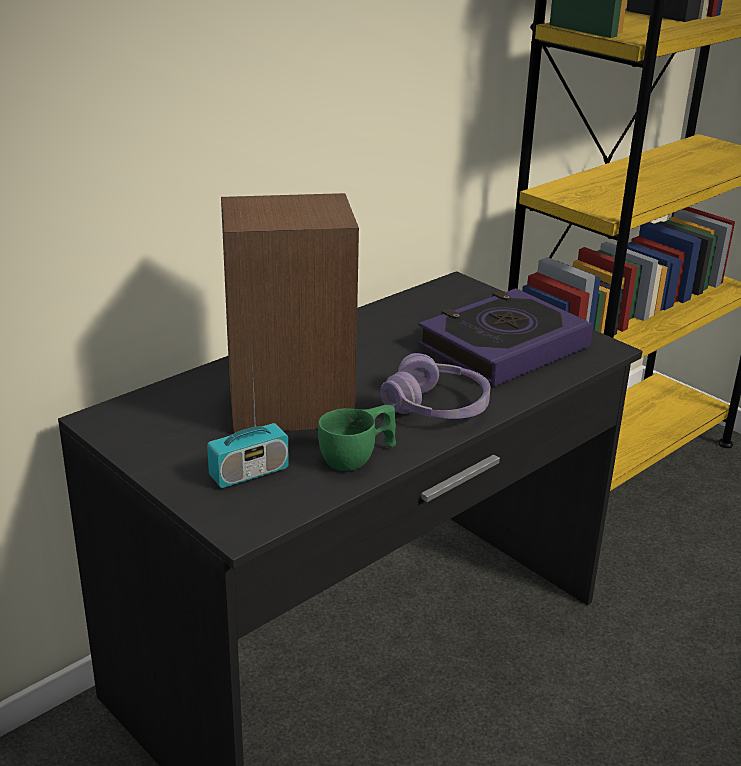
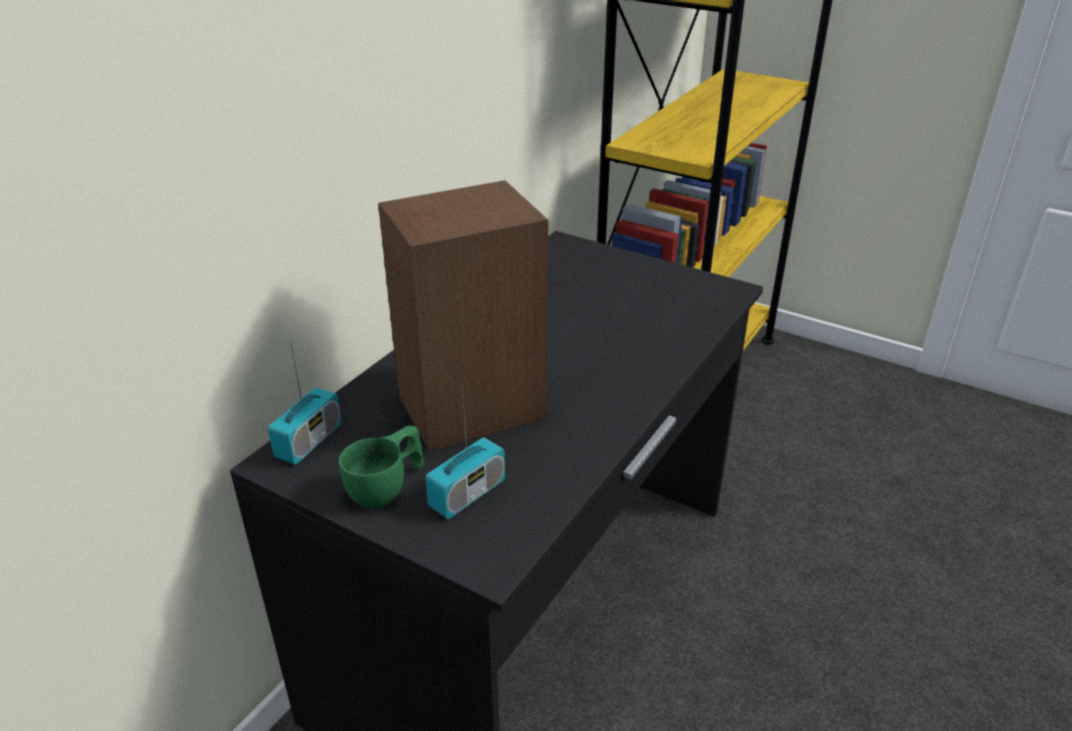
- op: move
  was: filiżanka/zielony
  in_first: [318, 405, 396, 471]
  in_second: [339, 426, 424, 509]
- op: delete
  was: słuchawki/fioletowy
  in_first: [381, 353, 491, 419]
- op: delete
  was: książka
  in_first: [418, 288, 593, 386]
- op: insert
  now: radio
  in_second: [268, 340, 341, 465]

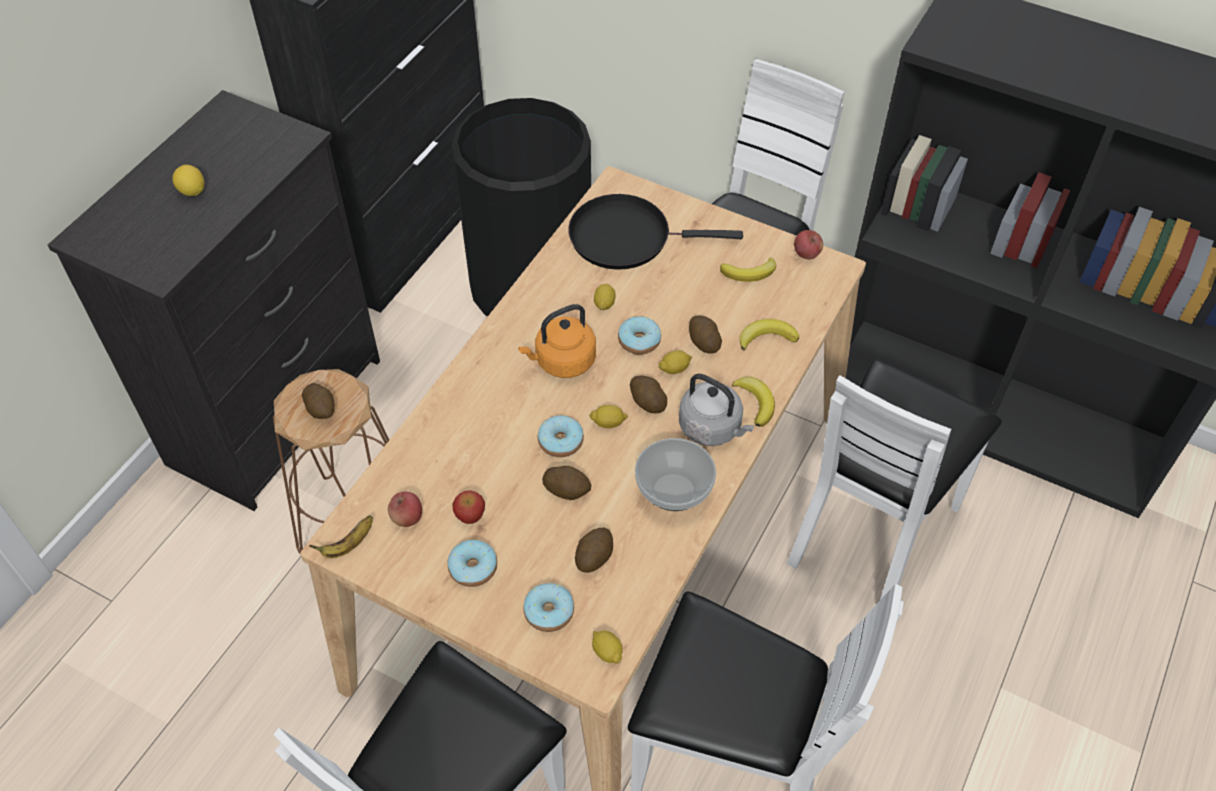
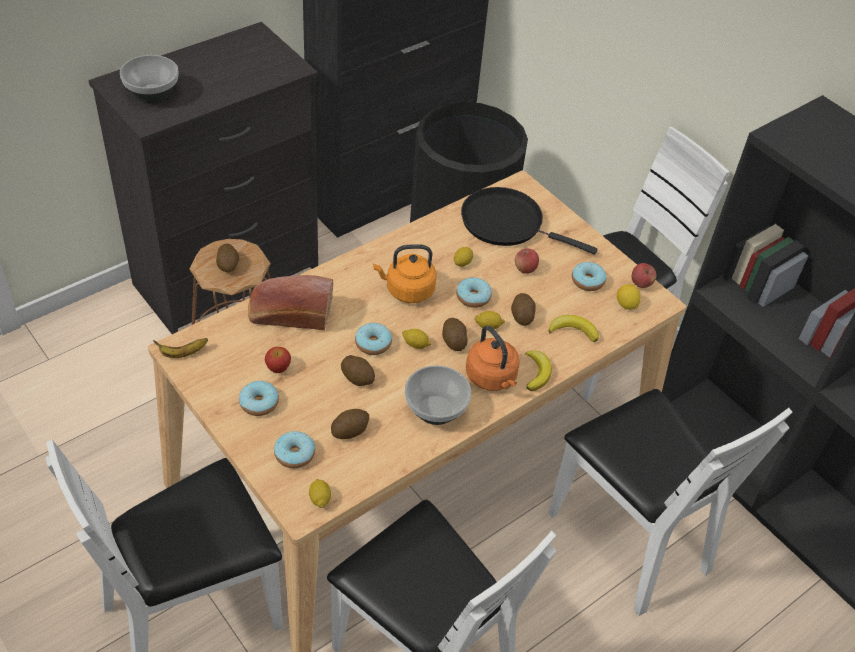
- op: move
  was: cytryna
  in_first: [172, 165, 204, 196]
  in_second: [617, 284, 641, 310]
- op: move
  was: jabłko
  in_first: [388, 492, 422, 527]
  in_second: [515, 249, 539, 274]
- op: recolor
  was: czajnik/szary
  now: czajnik/pomarańczowy
  in_first: [679, 374, 754, 446]
  in_second: [466, 325, 520, 391]
- op: replace
  was: banan
  now: donut
  in_first: [720, 258, 776, 282]
  in_second: [572, 262, 607, 291]
- op: rotate
  was: krzesło/biały
  in_first: [787, 359, 1002, 600]
  in_second: [548, 389, 793, 616]
  clockwise: -90
- op: insert
  now: miska
  in_second: [120, 55, 179, 103]
- op: insert
  now: chleb
  in_second: [248, 275, 333, 330]

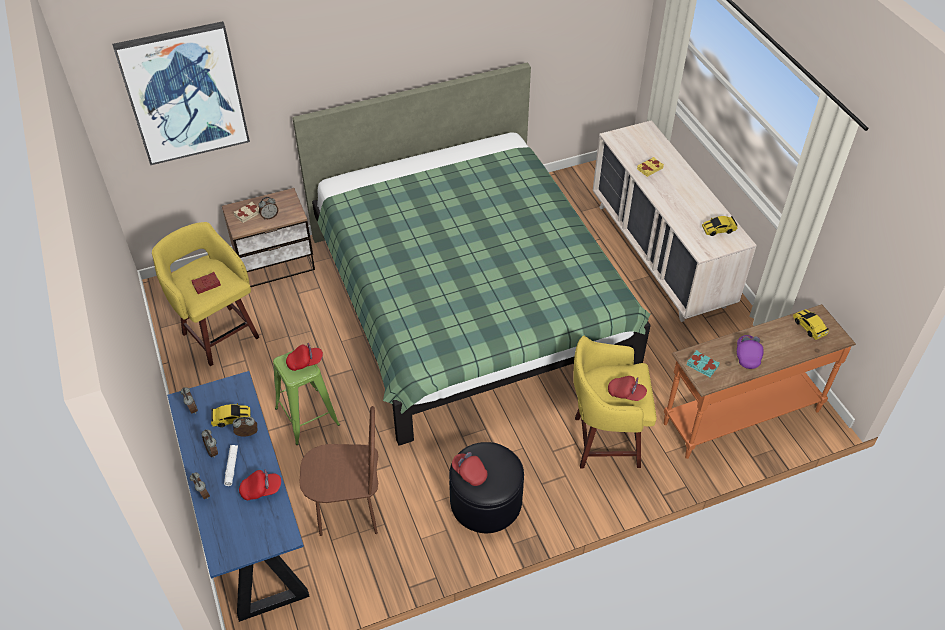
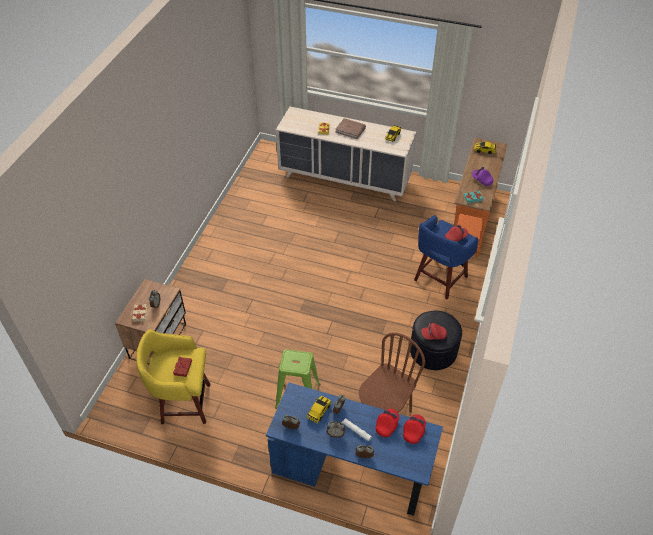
- op: delete
  was: obraz
  in_first: [112, 21, 250, 165]
- op: move
  was: czapka z daszkiem/czerwony
  in_first: [286, 343, 323, 371]
  in_second: [403, 414, 426, 444]
- op: delete
  was: łóżko/zielony
  in_first: [292, 63, 651, 446]
- op: recolor
  was: stołek/żółty
  now: stołek/niebieski
  in_first: [573, 336, 656, 469]
  in_second: [414, 215, 479, 299]
- op: insert
  now: książka/brązowy
  in_second: [335, 118, 366, 139]

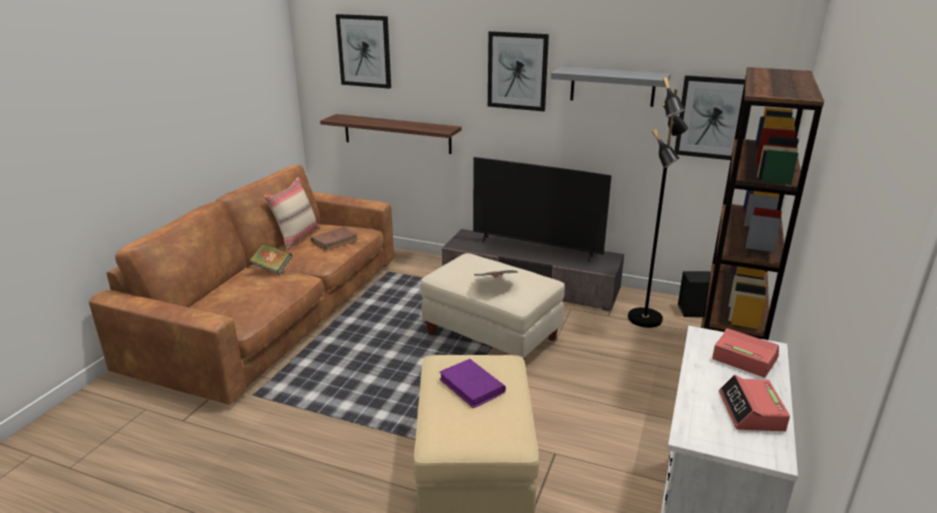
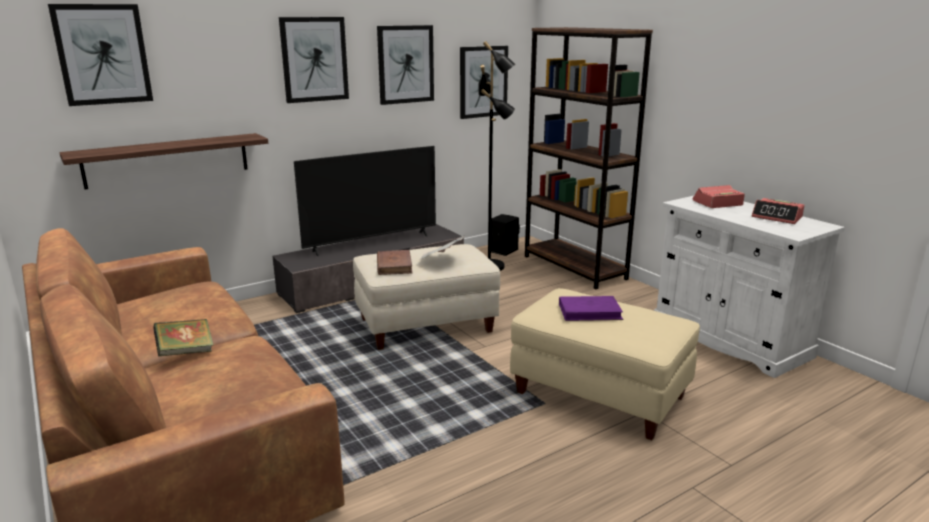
- op: delete
  was: poduszka/beżowy
  in_first: [264, 177, 320, 250]
- op: move
  was: książka/brązowy
  in_first: [311, 227, 359, 251]
  in_second: [377, 250, 412, 275]
- op: replace
  was: półka/szary
  now: obraz
  in_first: [551, 66, 670, 107]
  in_second: [377, 25, 434, 105]

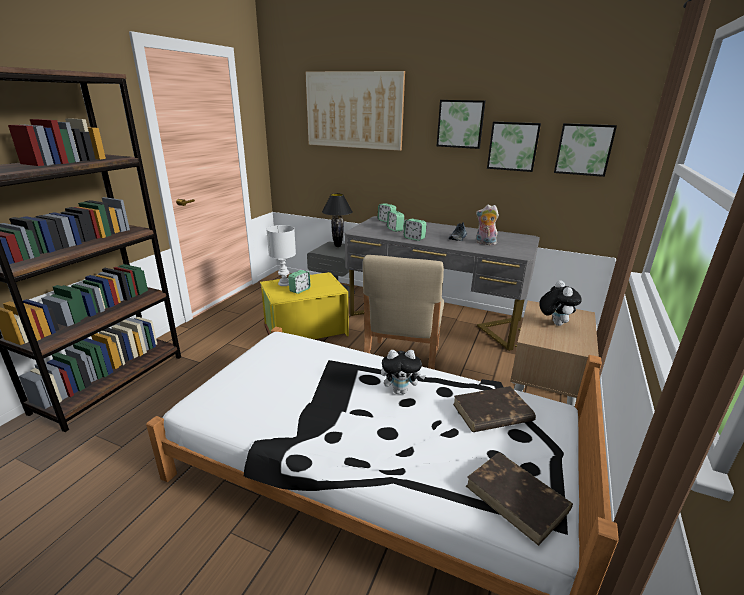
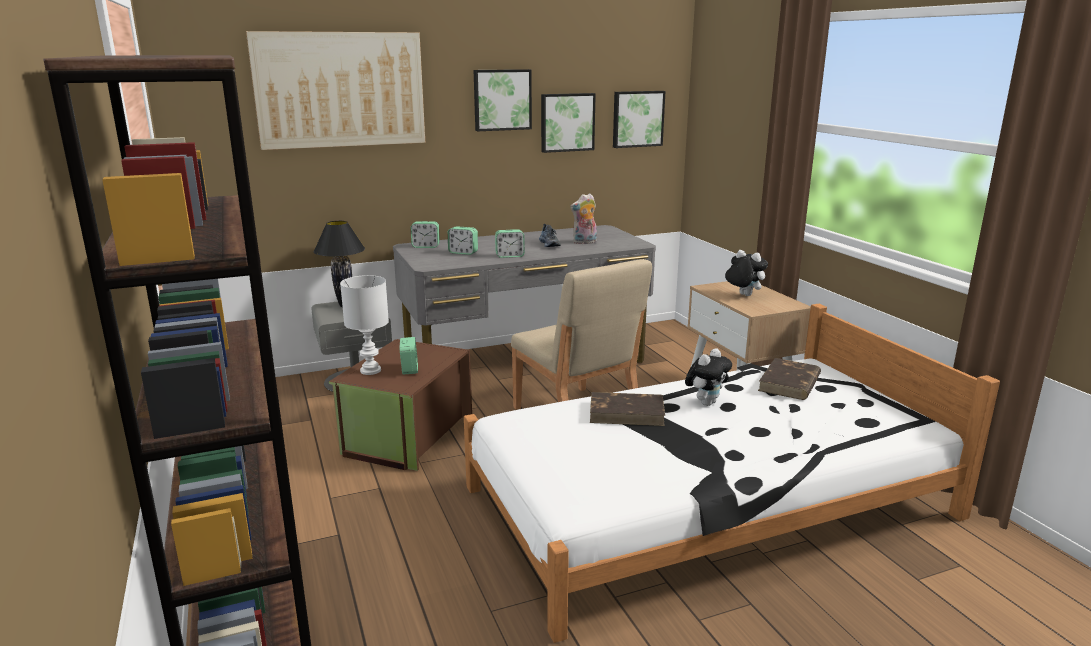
- op: recolor
  was: pojemnik do przechowywania/żółty
  now: pojemnik do przechowywania/brązowy
  in_first: [260, 272, 349, 339]
  in_second: [329, 339, 472, 471]
- op: move
  was: książka/brązowy
  in_first: [466, 452, 573, 546]
  in_second: [590, 392, 665, 426]

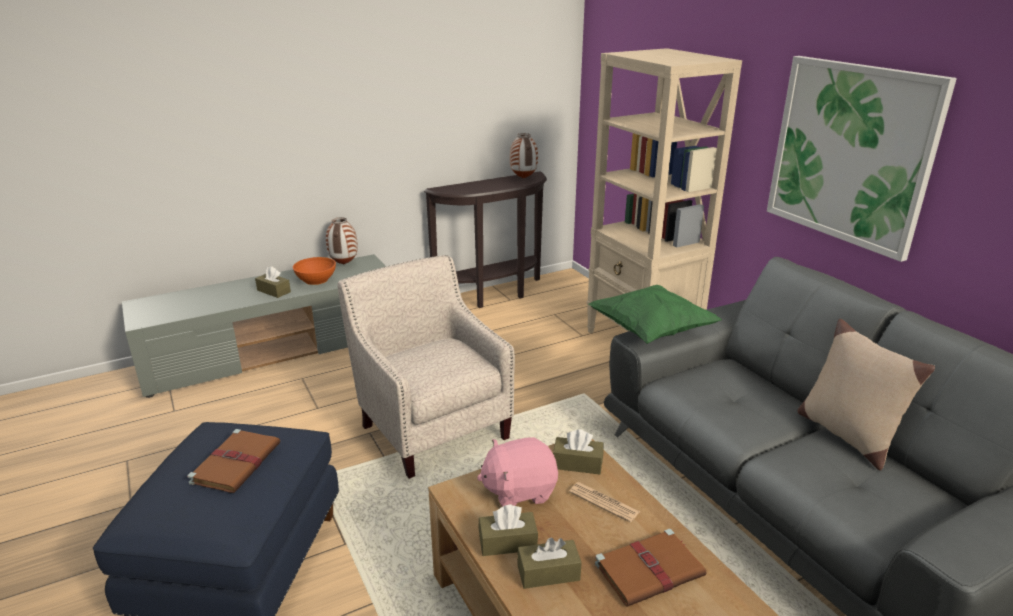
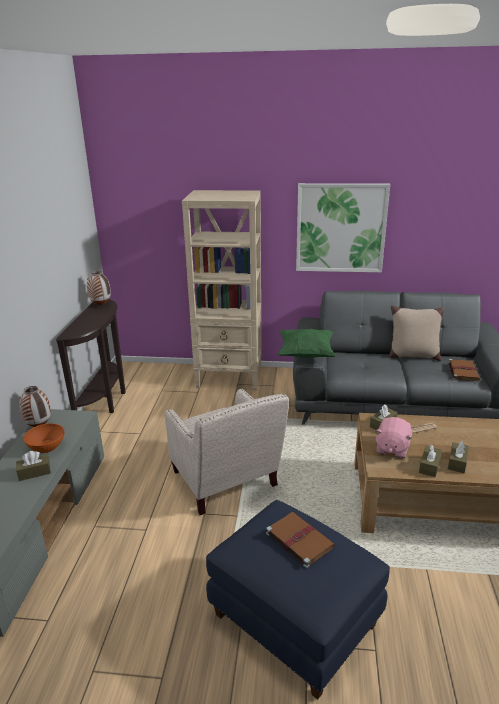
- op: rotate
  was: fotel/beżowy
  in_first: [338, 255, 515, 479]
  in_second: [165, 389, 289, 515]
  clockwise: -120
- op: move
  was: książka/brązowy
  in_first: [595, 529, 707, 607]
  in_second: [448, 359, 480, 381]

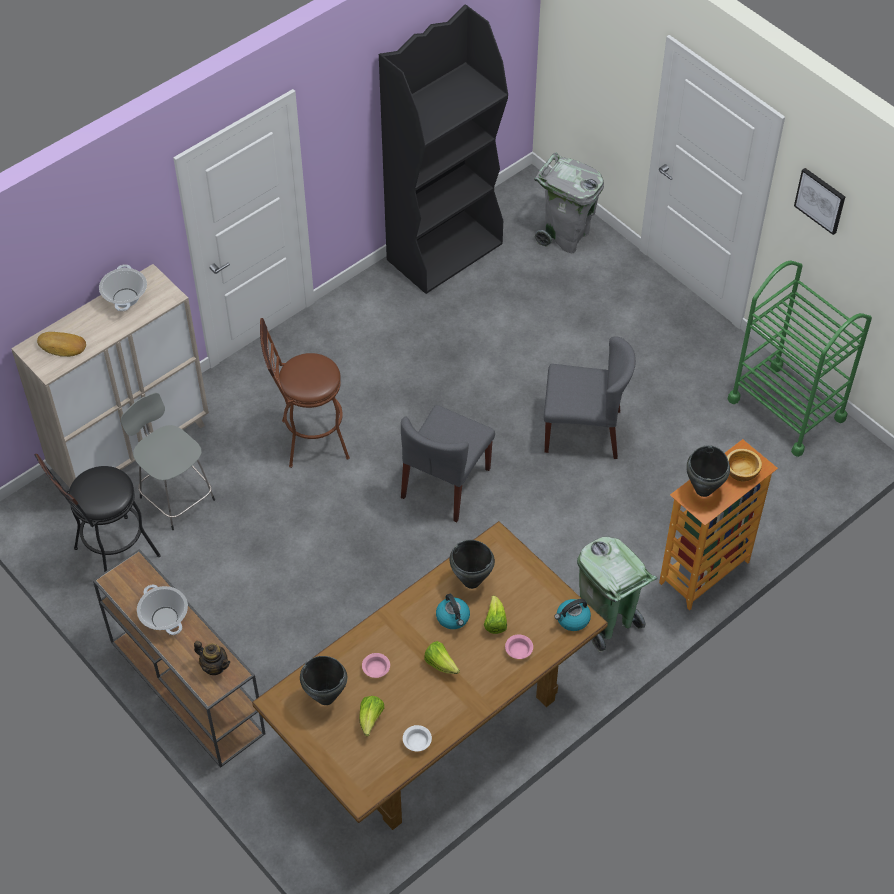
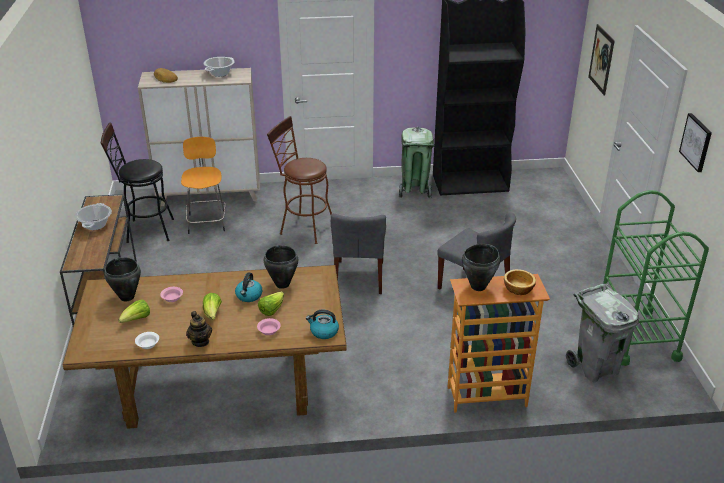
- op: recolor
  was: stołek/szary
  now: stołek/pomarańczowy
  in_first: [121, 393, 215, 530]
  in_second: [181, 137, 226, 234]
- op: move
  was: imbryk
  in_first: [194, 641, 230, 675]
  in_second: [186, 311, 212, 347]
- op: rotate
  was: krzesło/szary
  in_first: [401, 405, 495, 522]
  in_second: [331, 213, 386, 294]
  clockwise: -60
- op: move
  was: kosz na śmieci/szary
  in_first: [534, 152, 604, 253]
  in_second: [566, 284, 639, 382]
- op: move
  was: kosz na śmieci/zielony
  in_first: [577, 537, 657, 653]
  in_second: [399, 126, 435, 198]
- op: insert
  now: obraz
  in_second: [588, 24, 615, 96]

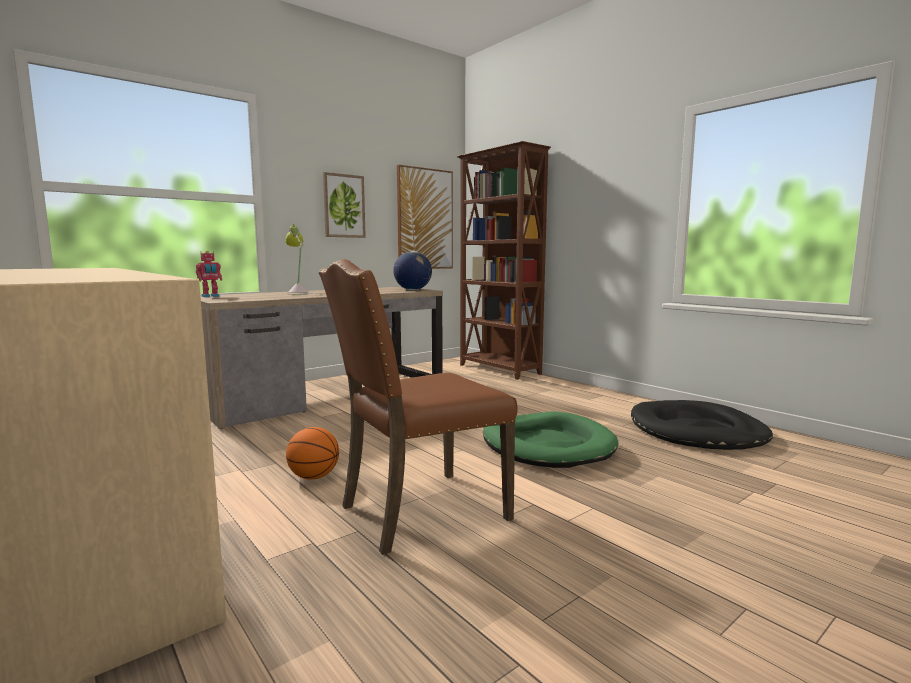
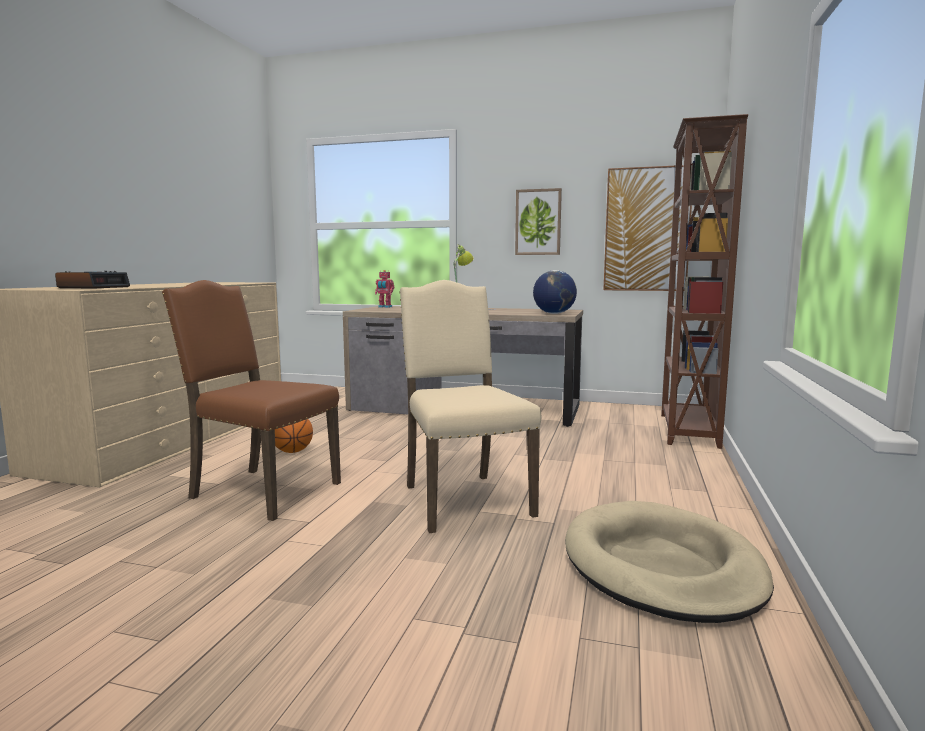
- op: replace
  was: legowisko/zielony
  now: krzesło/beżowy
  in_first: [483, 412, 619, 468]
  in_second: [399, 280, 541, 533]
- op: recolor
  was: legowisko/czarny
  now: legowisko/beżowy
  in_first: [631, 400, 773, 450]
  in_second: [565, 501, 774, 623]
- op: insert
  now: budzik
  in_second: [55, 271, 130, 288]

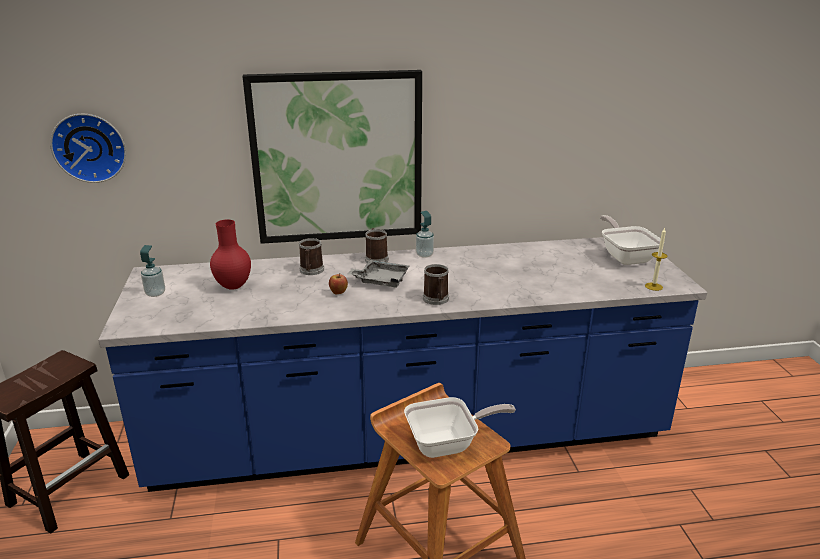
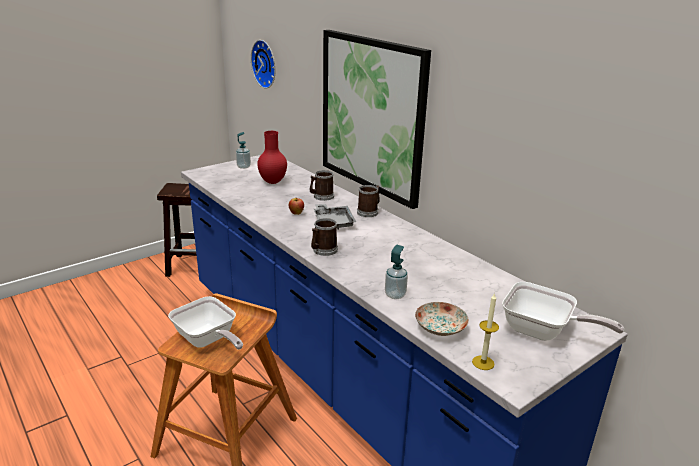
- op: move
  was: dozownik mydła
  in_first: [416, 211, 434, 258]
  in_second: [385, 245, 408, 299]
- op: rotate
  was: patelnia
  in_first: [600, 215, 661, 265]
  in_second: [502, 282, 624, 341]
  clockwise: 75
- op: insert
  now: talerz
  in_second: [415, 302, 469, 336]

